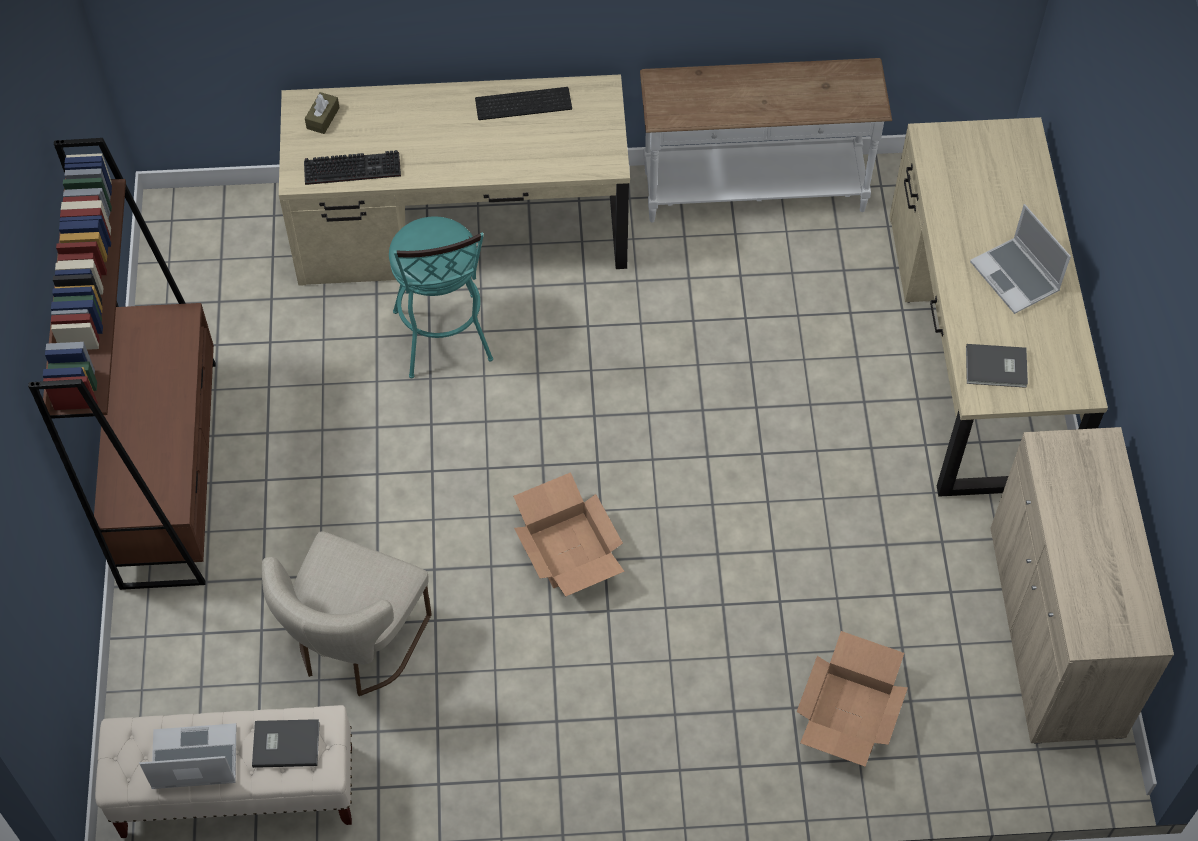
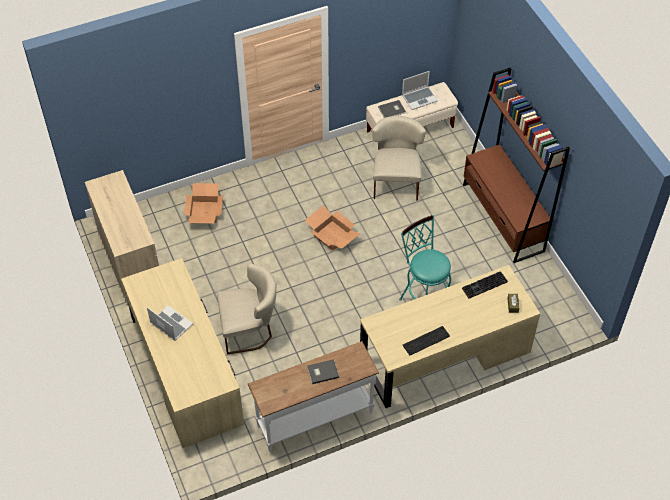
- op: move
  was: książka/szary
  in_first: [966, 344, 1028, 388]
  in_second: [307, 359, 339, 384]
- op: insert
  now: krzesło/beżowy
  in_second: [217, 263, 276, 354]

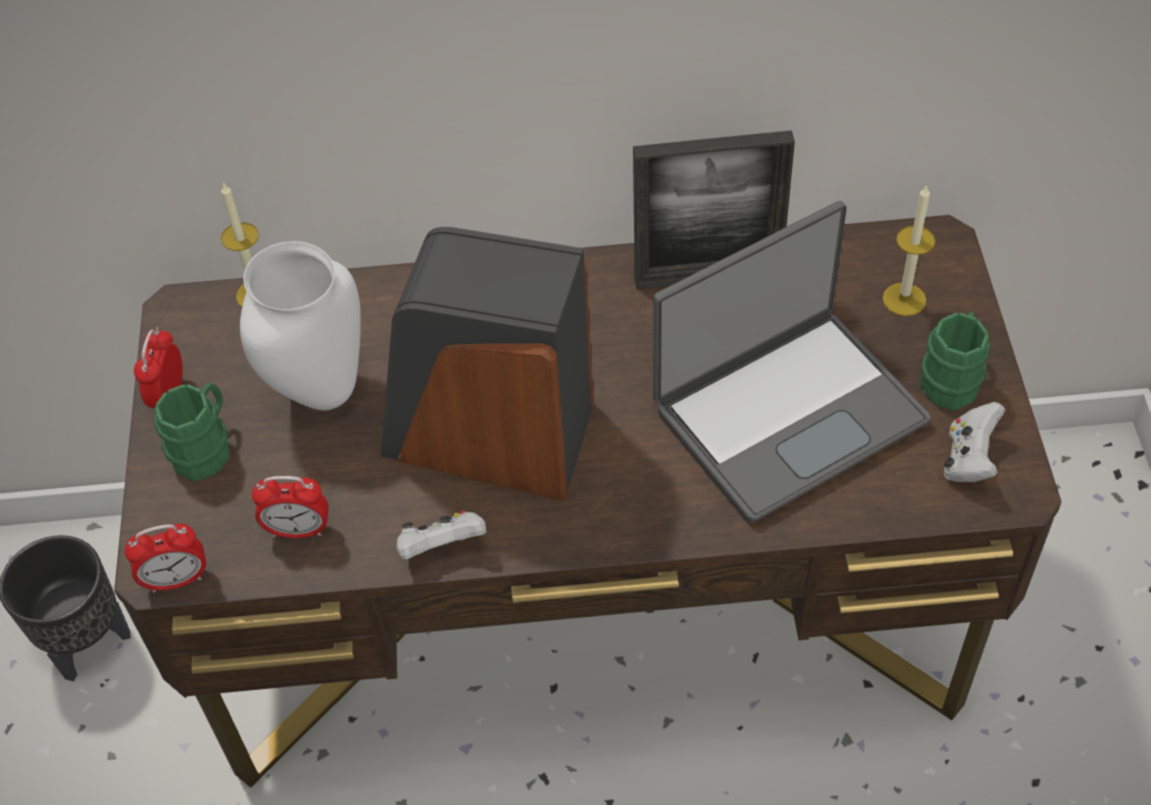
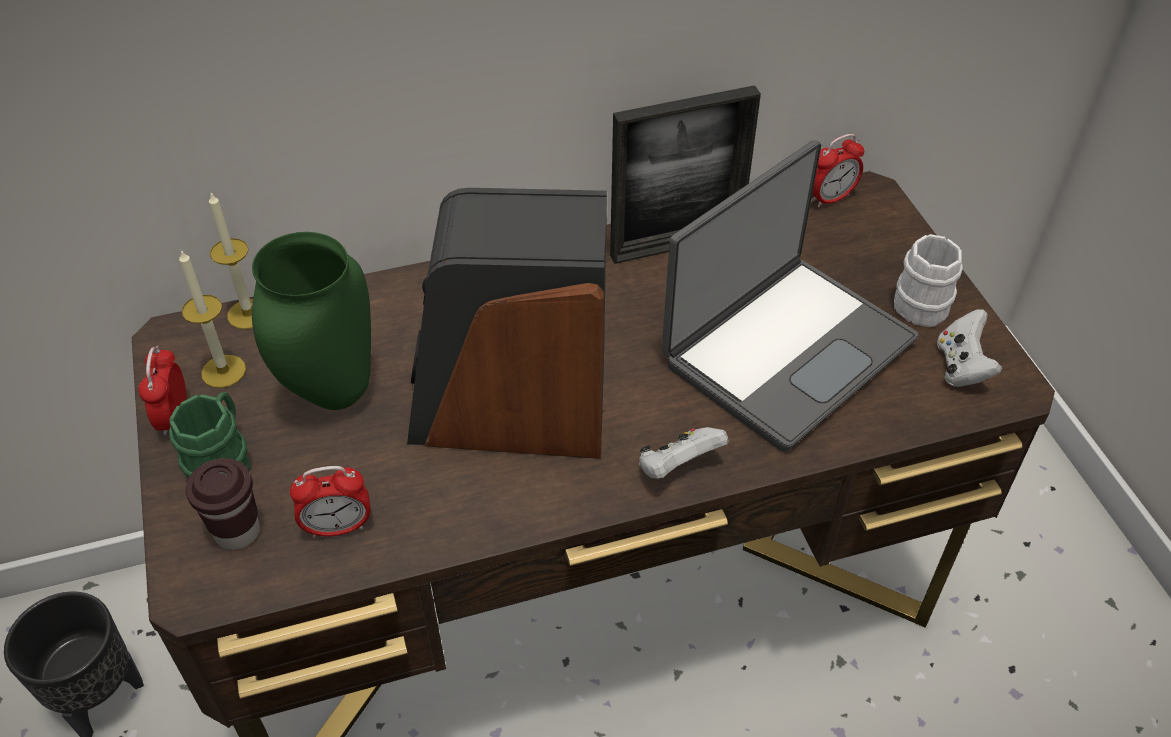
- op: move
  was: budzik
  in_first: [125, 523, 206, 593]
  in_second: [812, 134, 865, 208]
- op: recolor
  was: wazon/biały
  now: wazon/zielony
  in_first: [240, 241, 361, 410]
  in_second: [252, 232, 371, 410]
- op: move
  was: pad do gier/biały
  in_first: [397, 511, 486, 560]
  in_second: [639, 427, 729, 479]
- op: move
  was: świeca
  in_first: [882, 185, 935, 316]
  in_second: [179, 250, 246, 388]
- op: recolor
  was: kubek/zielony
  now: kubek/biały
  in_first: [919, 312, 990, 410]
  in_second: [894, 234, 963, 327]
- op: insert
  now: filiżanka/brązowy
  in_second: [185, 458, 260, 550]

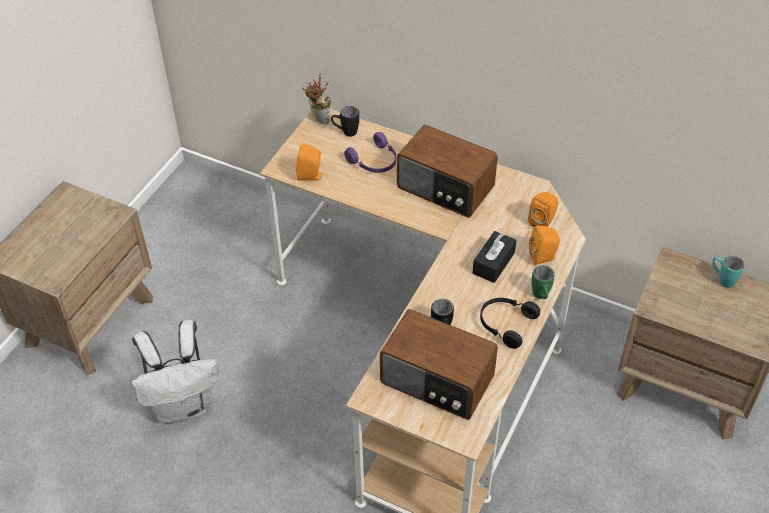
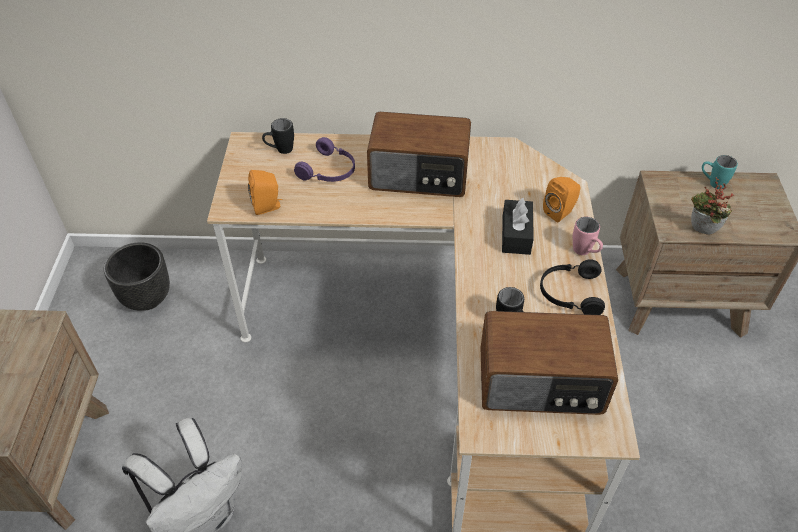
- op: move
  was: roślina doniczkowa
  in_first: [302, 74, 331, 125]
  in_second: [691, 177, 734, 235]
- op: delete
  was: głośnik/pomarańczowy
  in_first: [528, 192, 558, 227]
- op: recolor
  was: kubek/zielony
  now: kubek/różowy
  in_first: [531, 265, 555, 299]
  in_second: [573, 217, 603, 255]
- op: insert
  now: donica/czarny
  in_second: [104, 242, 170, 311]

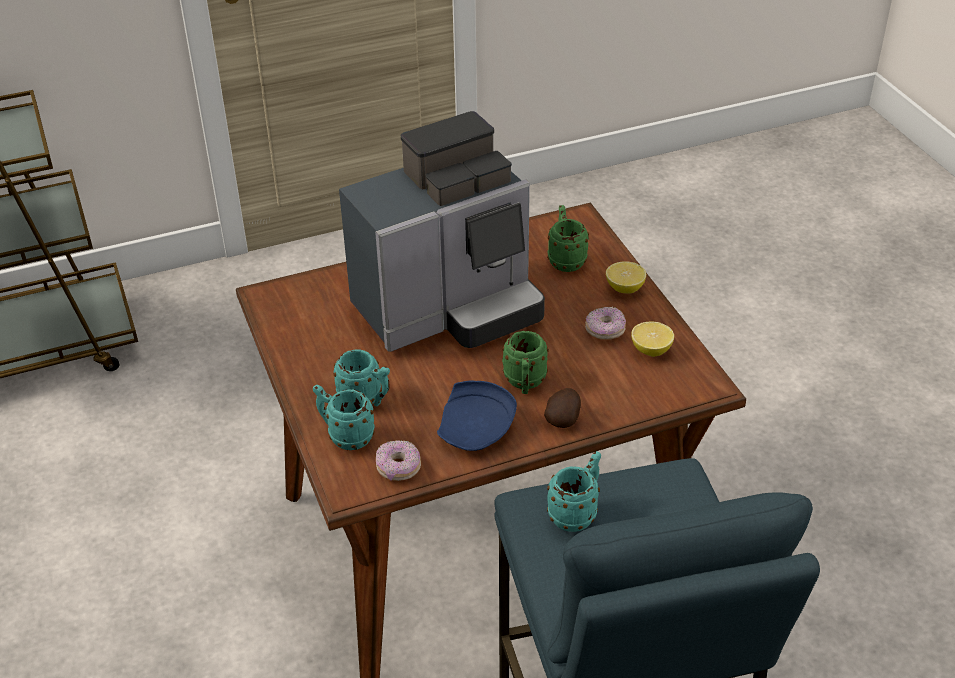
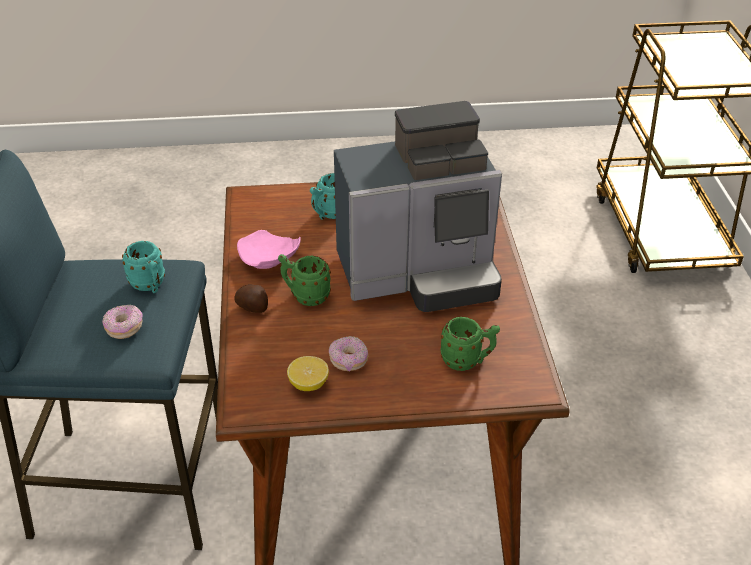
- op: delete
  was: kubek/turkusowy
  in_first: [313, 385, 375, 450]
- op: rotate
  was: ekspres do kawy
  in_first: [339, 111, 545, 352]
  in_second: [334, 101, 502, 312]
  clockwise: -90
- op: move
  was: donut
  in_first: [376, 440, 421, 481]
  in_second: [102, 305, 143, 339]
- op: recolor
  was: talerz/niebieski
  now: talerz/różowy
  in_first: [437, 381, 517, 451]
  in_second: [237, 230, 301, 269]
- op: delete
  was: cytryna
  in_first: [606, 261, 646, 294]

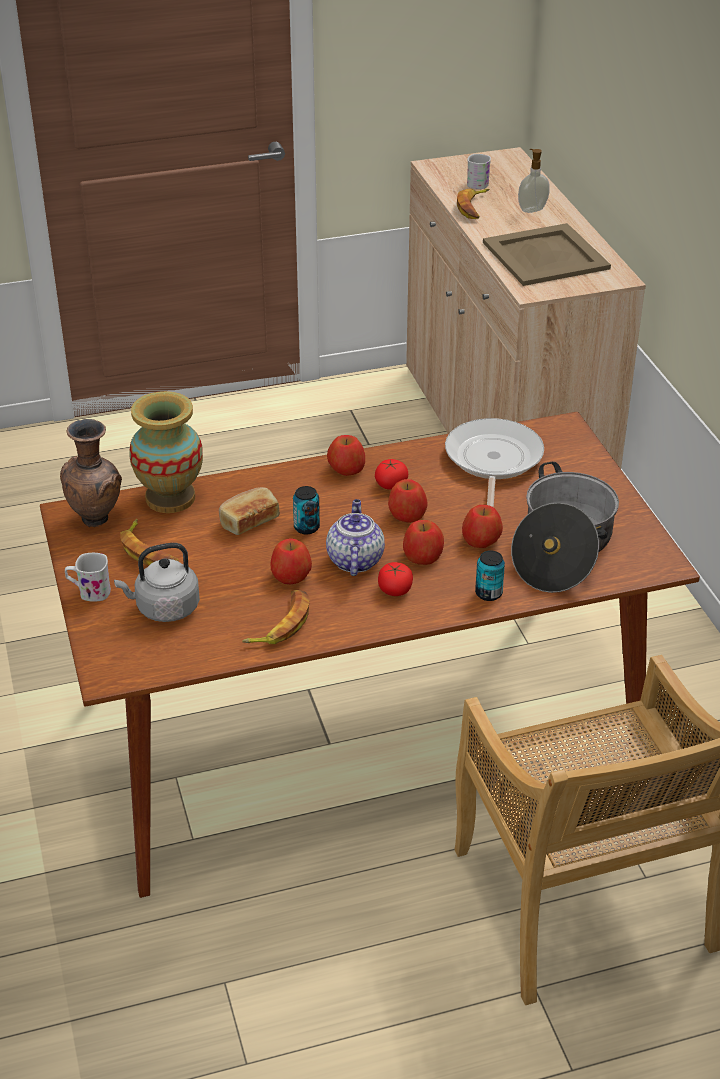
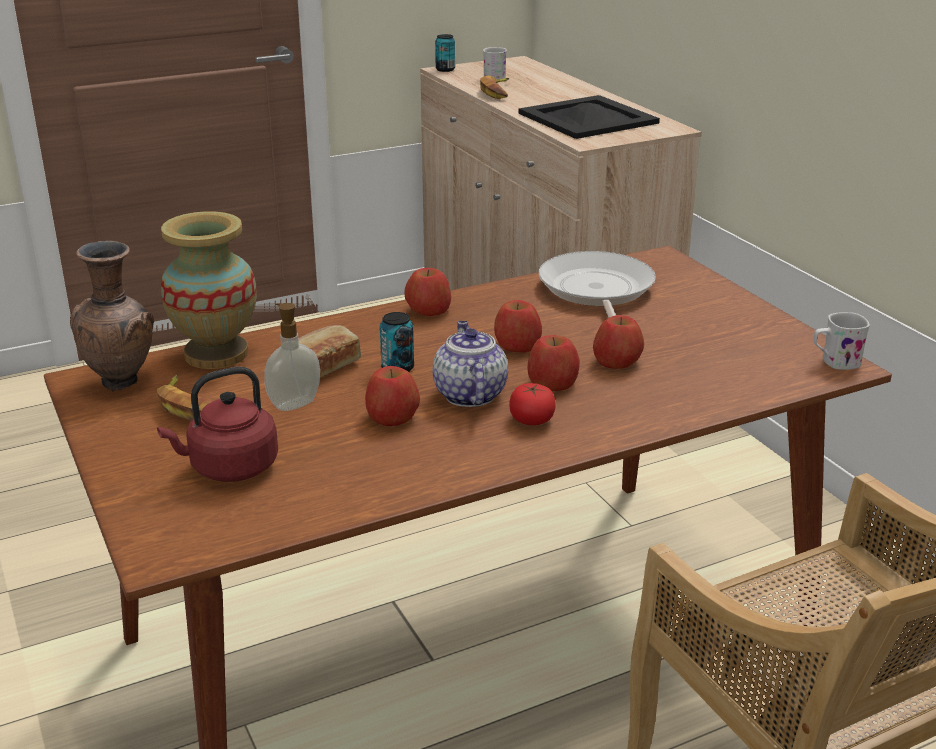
- op: move
  was: kubek/biały
  in_first: [65, 553, 111, 602]
  in_second: [813, 312, 870, 370]
- op: recolor
  was: czajnik/szary
  now: czajnik/czerwony
  in_first: [114, 543, 200, 622]
  in_second: [157, 367, 278, 482]
- op: delete
  was: banan
  in_first: [242, 590, 310, 644]
- op: delete
  was: pomidor
  in_first: [375, 459, 408, 490]
- op: move
  was: puszka
  in_first: [475, 551, 505, 601]
  in_second: [435, 34, 455, 72]
- op: recolor
  was: taca/beżowy
  now: taca/czarny
  in_first: [483, 223, 611, 286]
  in_second: [518, 95, 660, 139]
- op: delete
  was: garnek
  in_first: [511, 462, 619, 593]
- op: move
  was: dozownik mydła
  in_first: [518, 149, 550, 213]
  in_second: [264, 303, 320, 411]

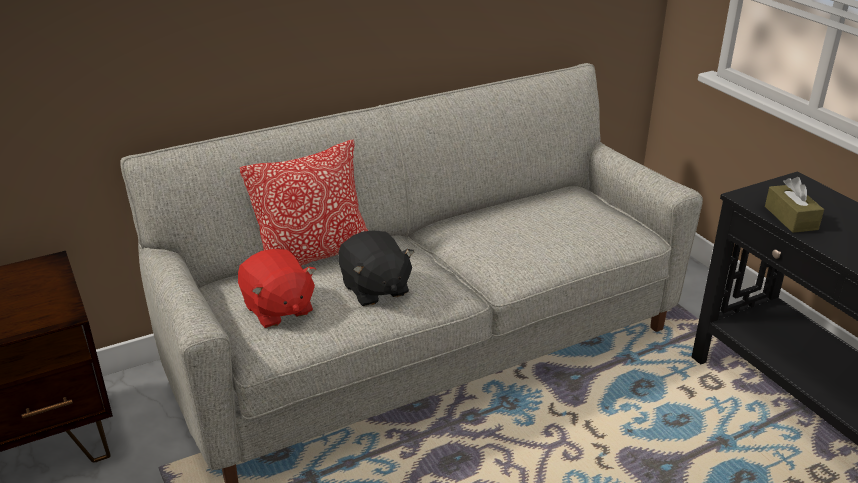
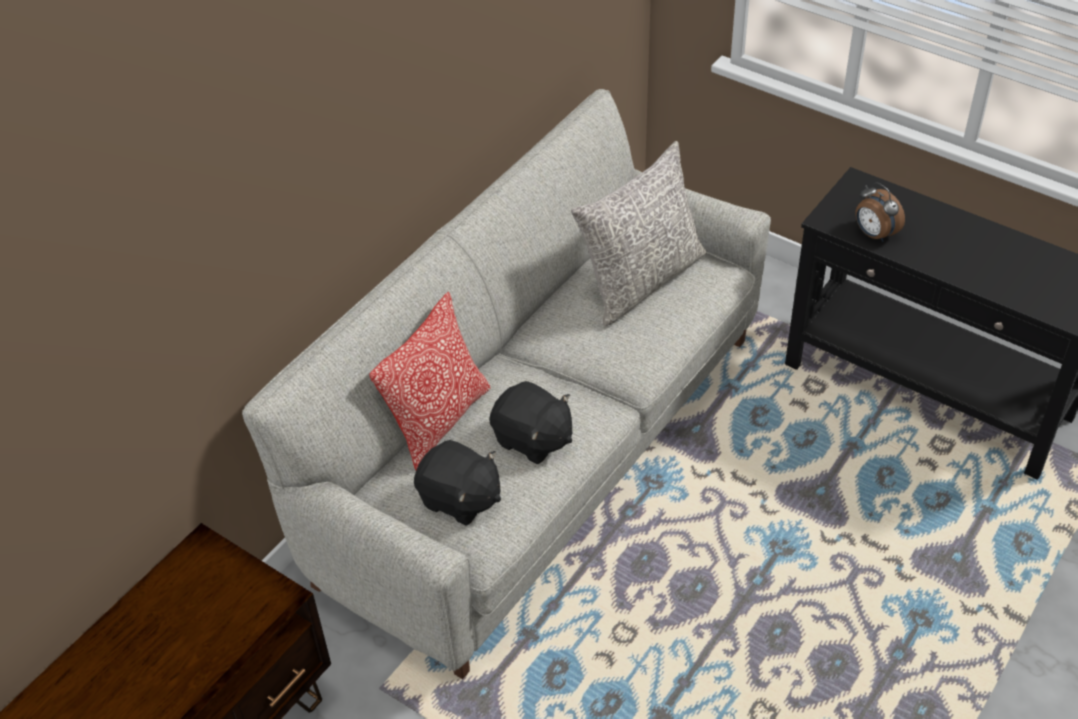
- op: recolor
  was: pluszak/czerwony
  now: pluszak/czarny
  in_first: [238, 249, 316, 328]
  in_second: [414, 440, 501, 526]
- op: replace
  was: pudełko chusteczek/brązowy
  now: budzik
  in_first: [765, 177, 824, 233]
  in_second: [855, 182, 905, 242]
- op: insert
  now: poduszka/szary
  in_second: [571, 141, 707, 326]

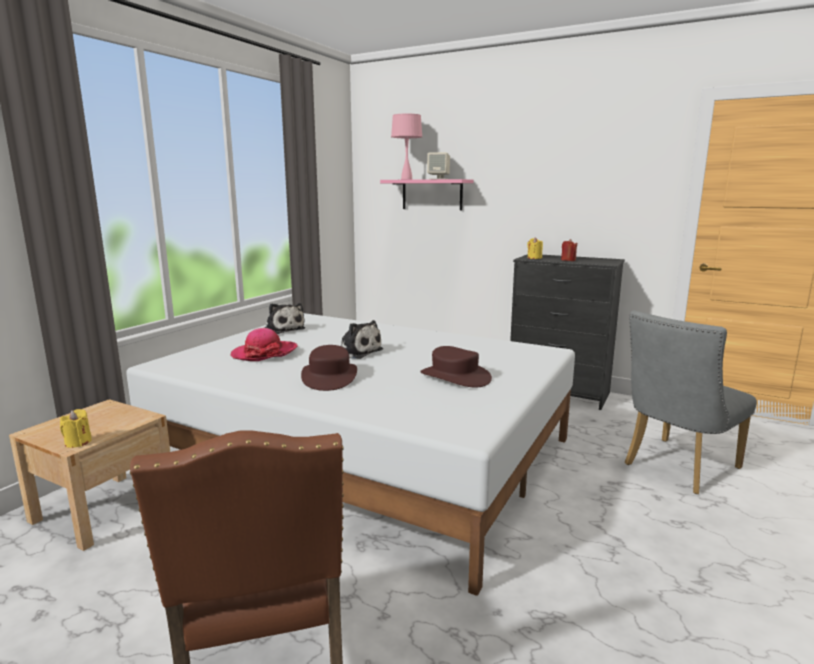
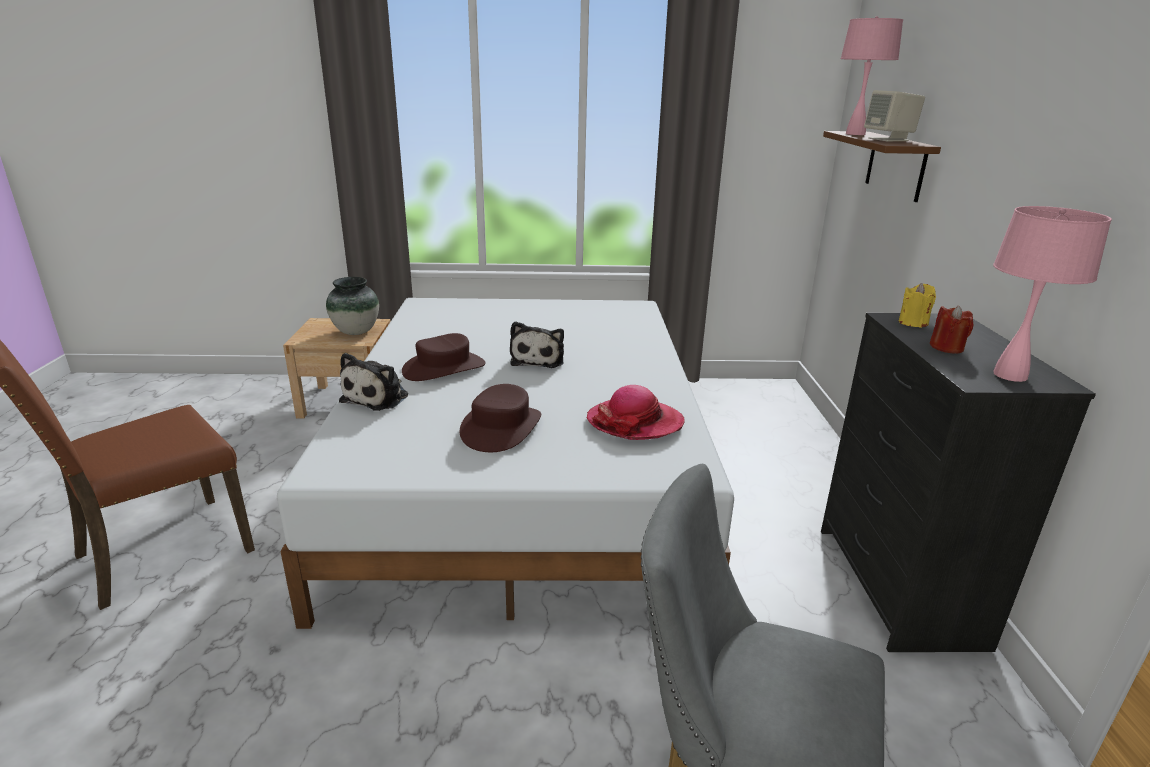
- op: delete
  was: świeca/żółty
  in_first: [60, 409, 92, 448]
- op: move
  was: kapelusz
  in_first: [231, 328, 298, 361]
  in_second: [587, 385, 685, 440]
- op: move
  was: pluszak
  in_first: [265, 303, 305, 334]
  in_second: [339, 353, 408, 411]
- op: recolor
  was: półka/różowy
  now: półka/brązowy
  in_first: [380, 179, 474, 210]
  in_second: [823, 131, 941, 202]
- op: insert
  now: wazon
  in_second: [326, 277, 379, 335]
- op: insert
  now: lampa stołowa/różowy
  in_second: [993, 206, 1112, 382]

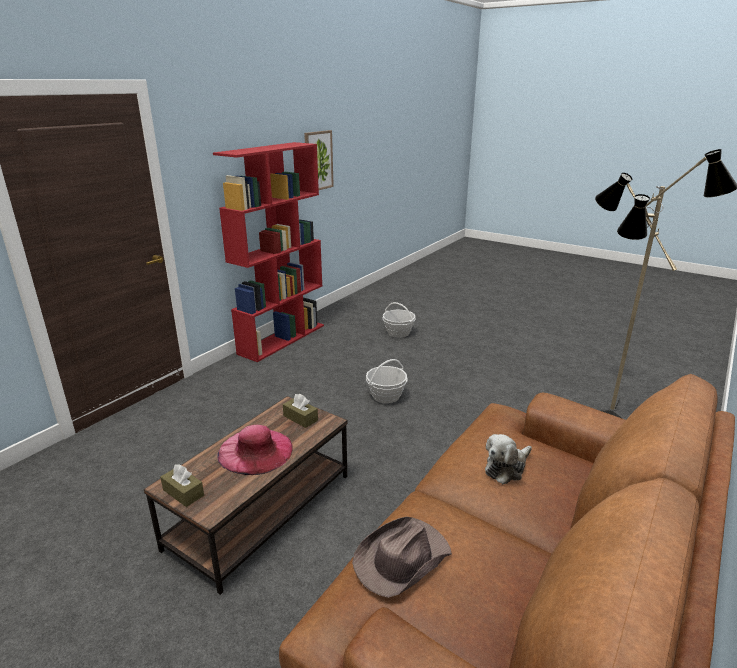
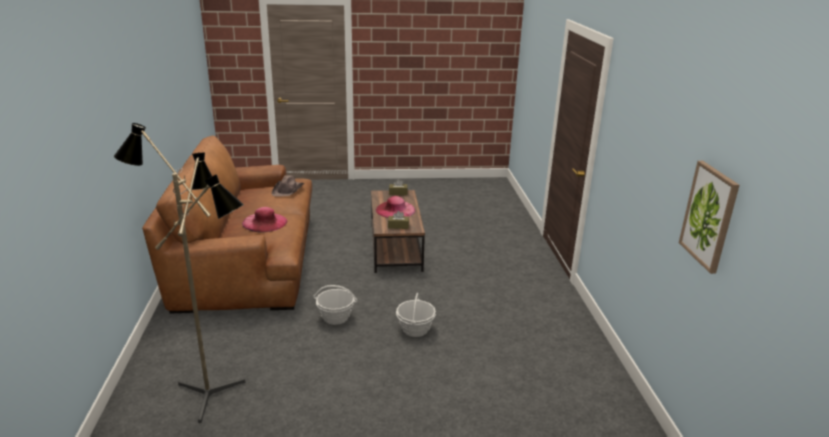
- op: delete
  was: regał/czerwony
  in_first: [213, 142, 324, 362]
- op: move
  was: koszyk
  in_first: [382, 302, 416, 338]
  in_second: [313, 285, 358, 325]
- op: replace
  was: pluszak
  now: kapelusz/różowy
  in_first: [485, 434, 532, 484]
  in_second: [242, 207, 287, 232]

